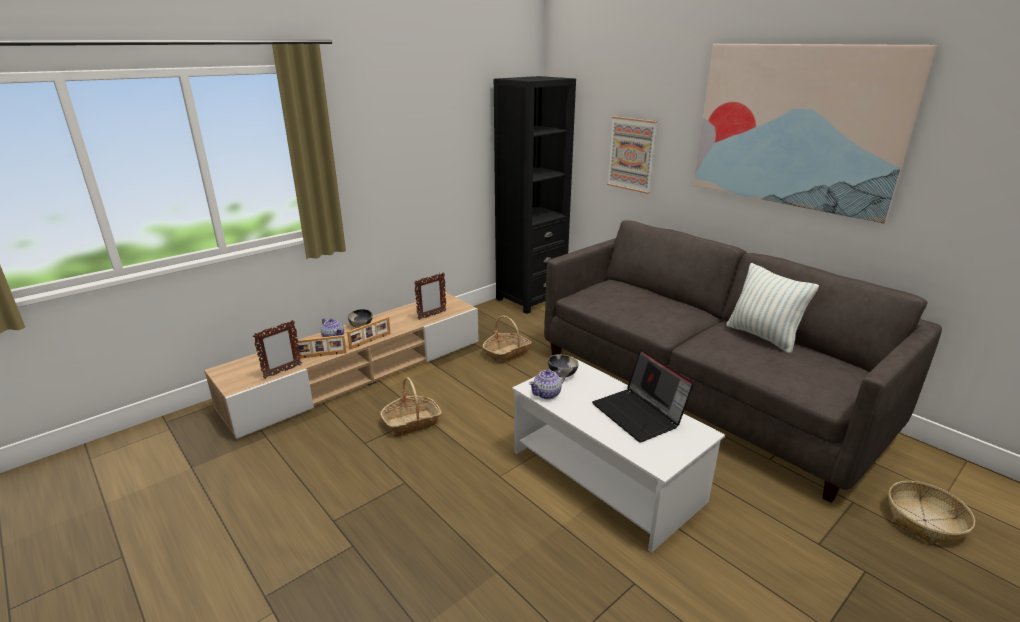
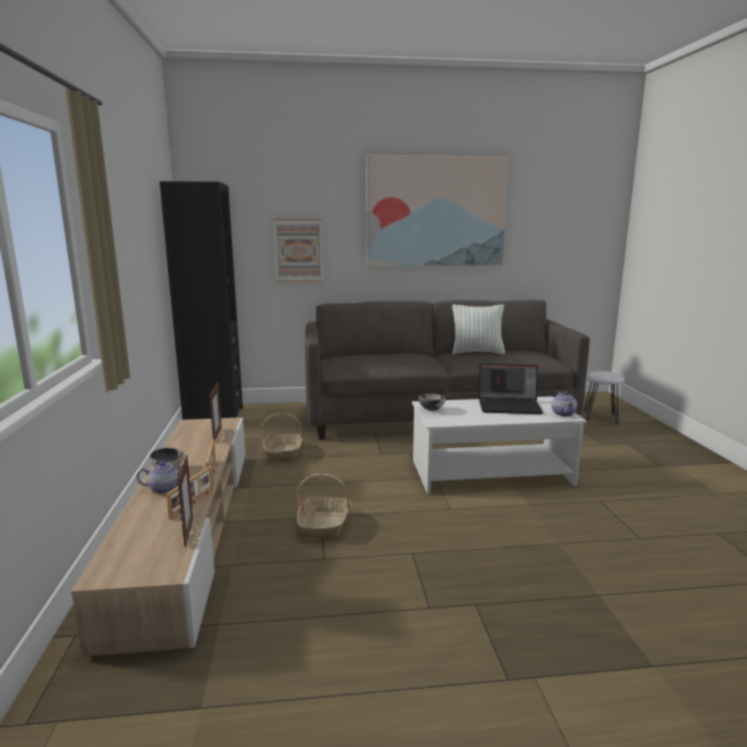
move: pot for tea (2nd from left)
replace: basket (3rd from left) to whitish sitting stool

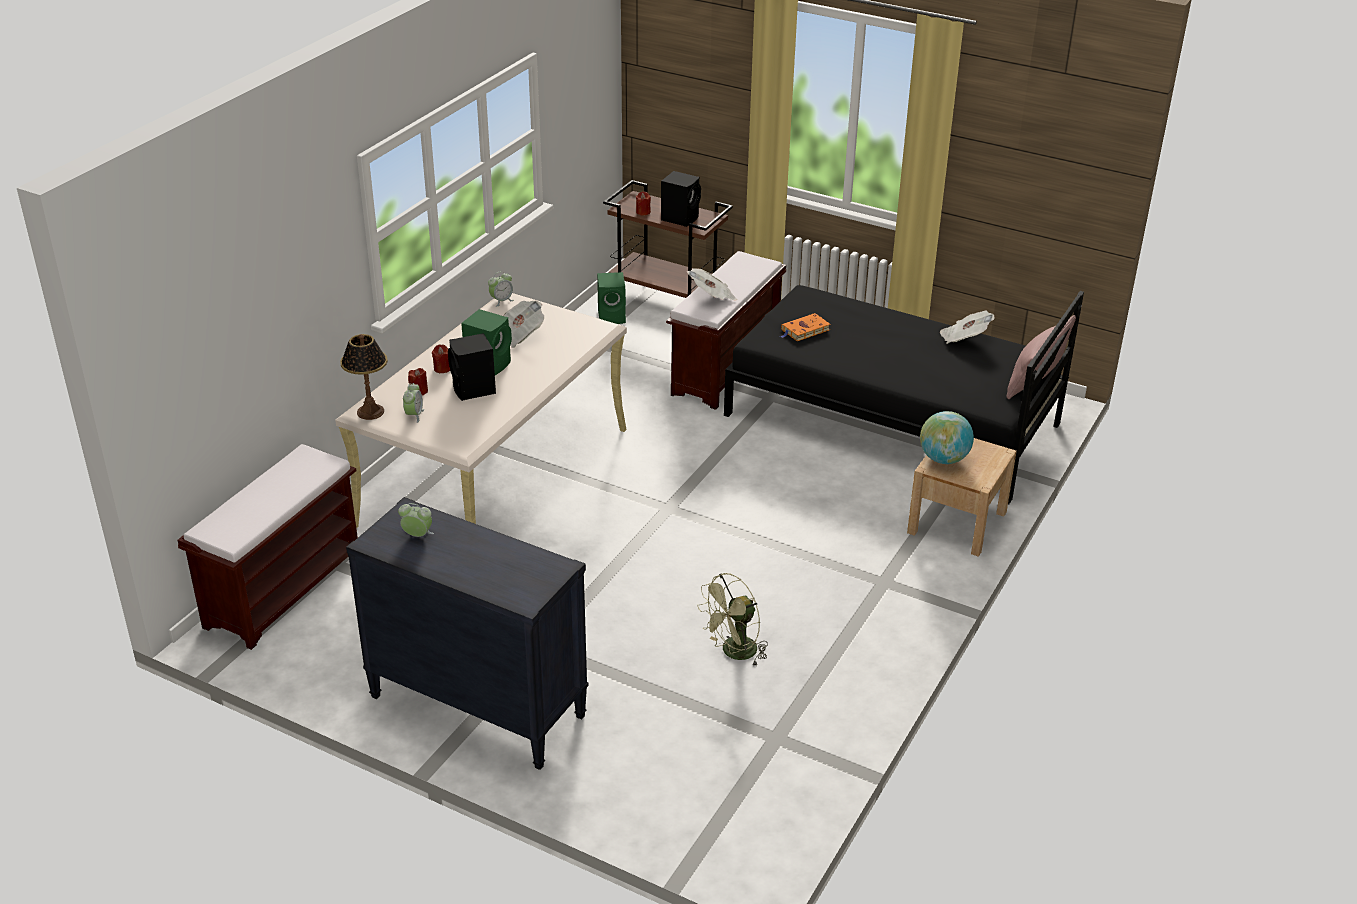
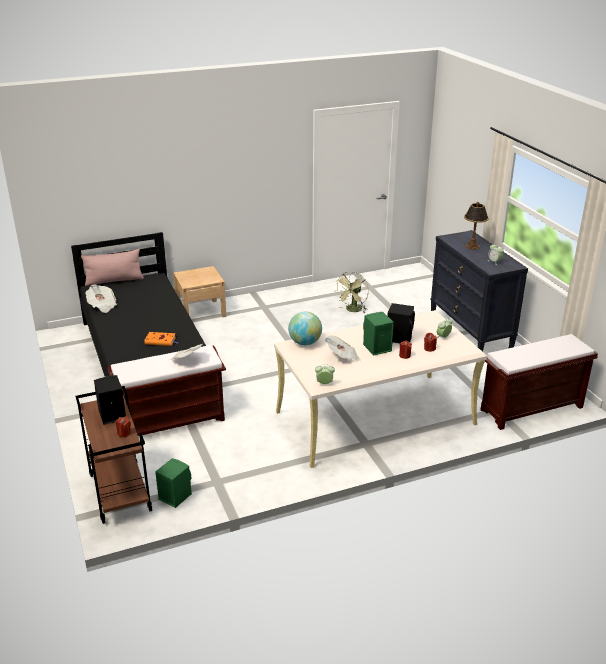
move: desk globe; table lamp
rotate: green electric fan 120 degrees clockwise

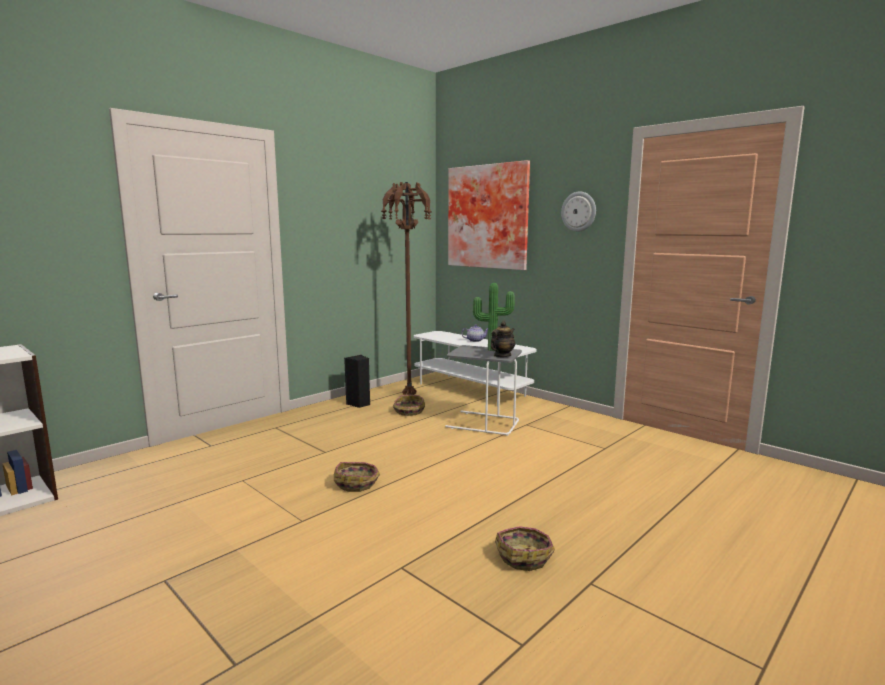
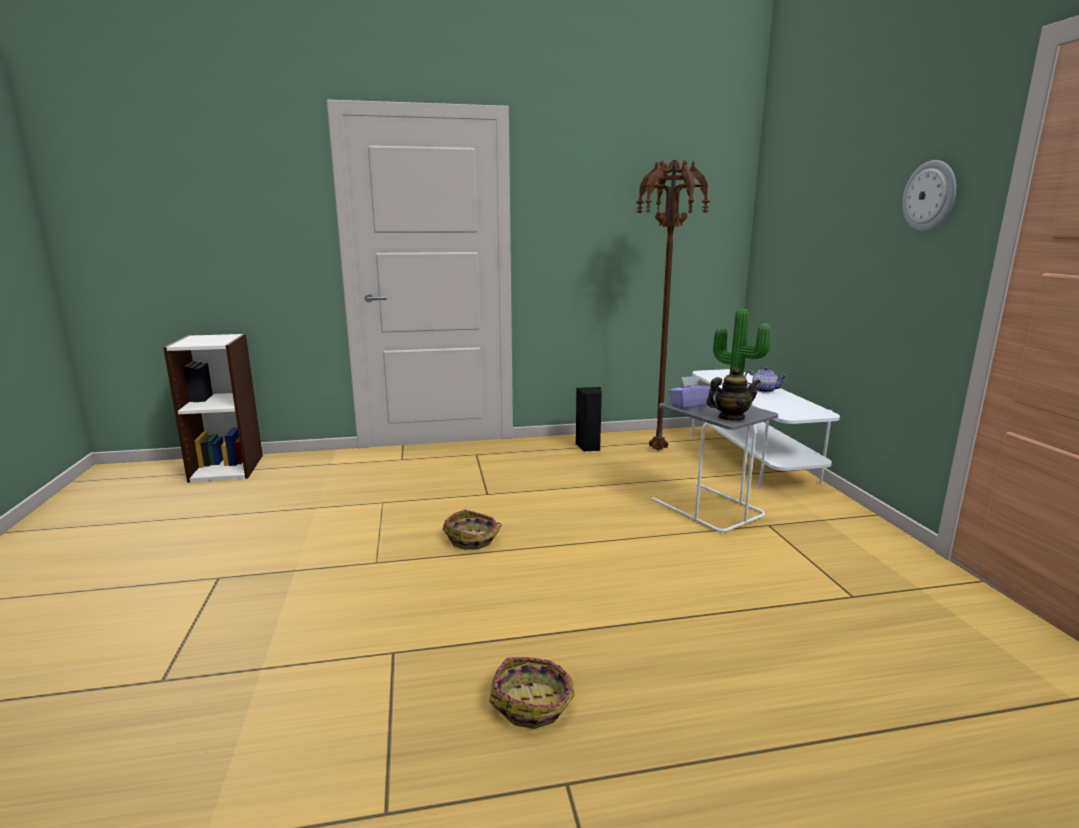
delete: basket (2nd from left); wall picture
insert: purple box of tissues

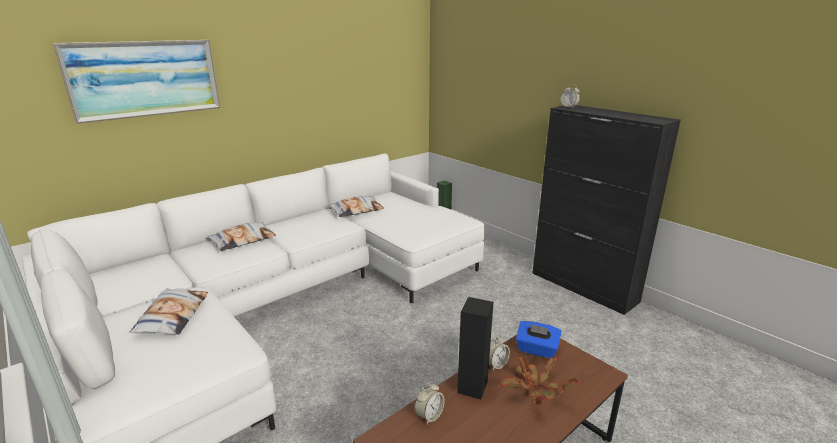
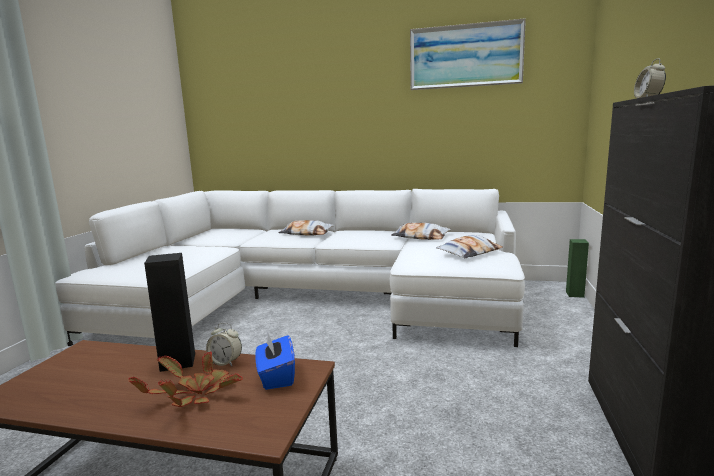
delete: table clock (1st from left)
move: wall picture; throw pillow (1st from left in the first image) to throw pillow (3rd from left)

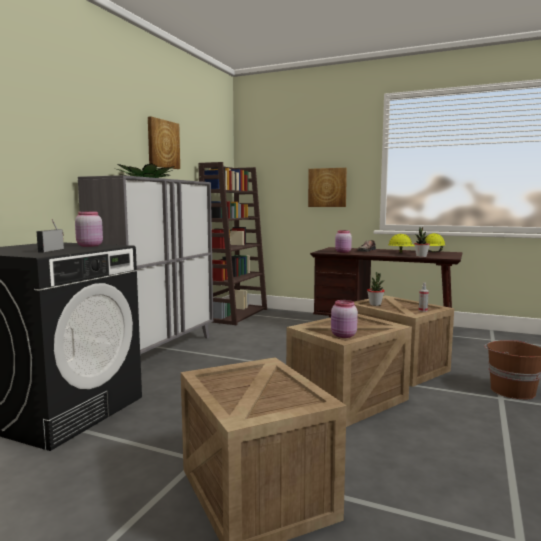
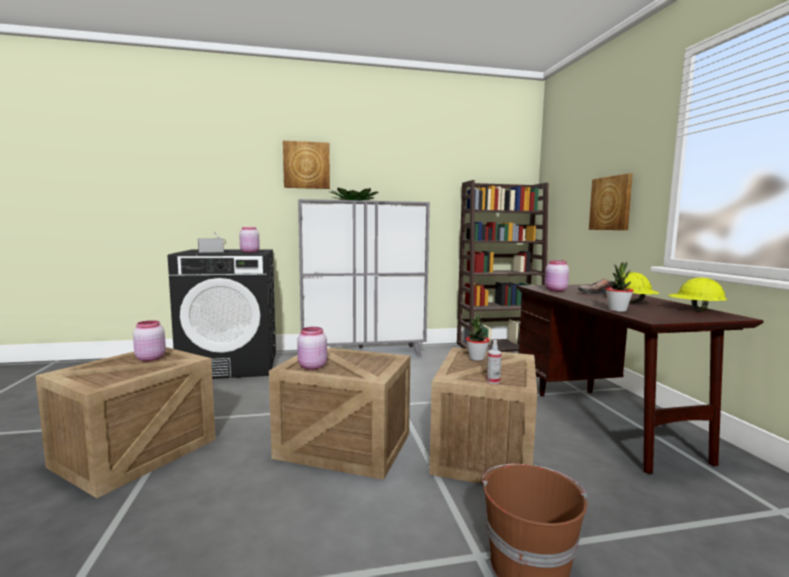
insert: pinkish preserve jar (1st from left)
move: wall picture (1st from left)

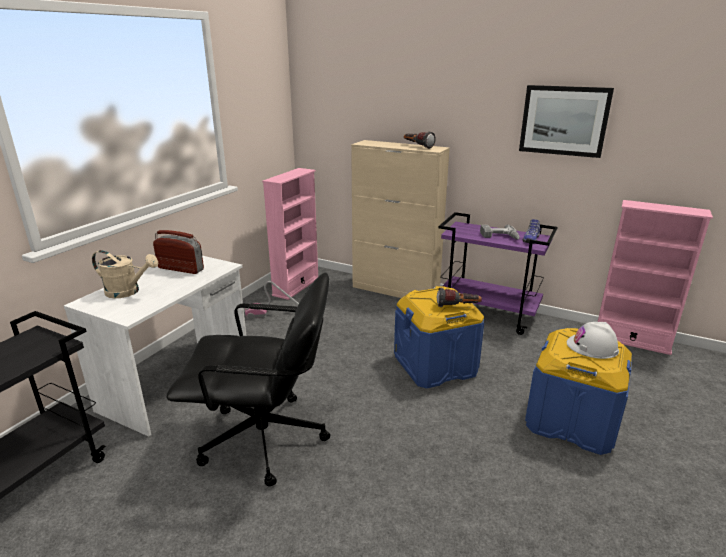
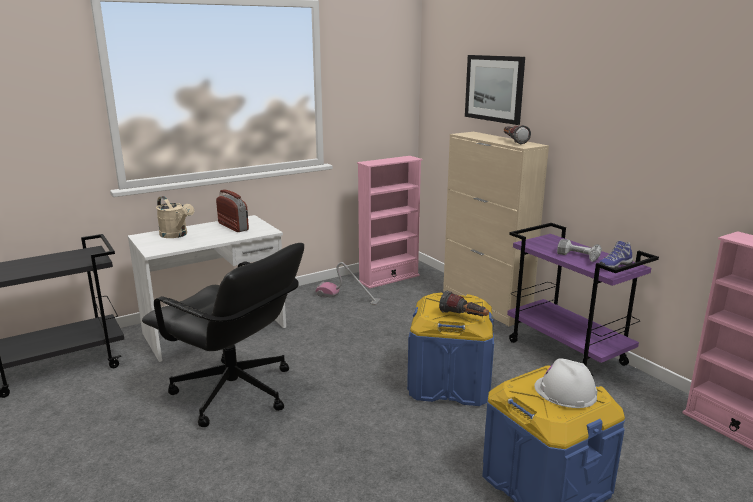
move: wall picture

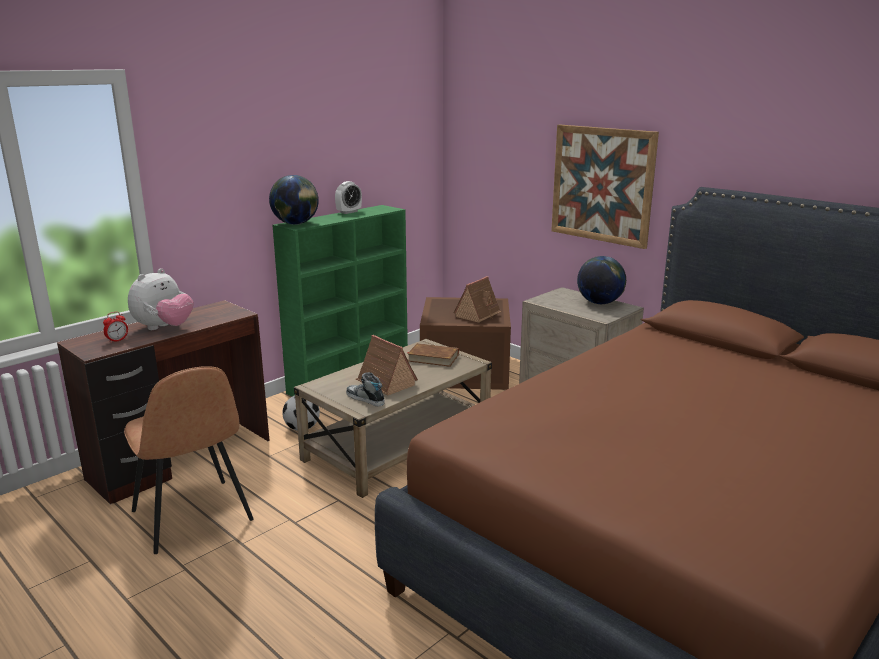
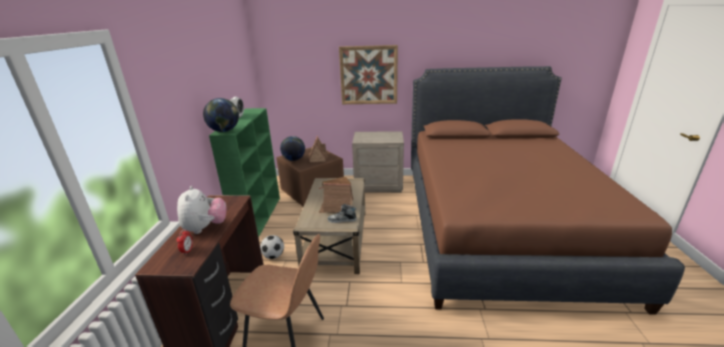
move: desk globe (2nd from left)

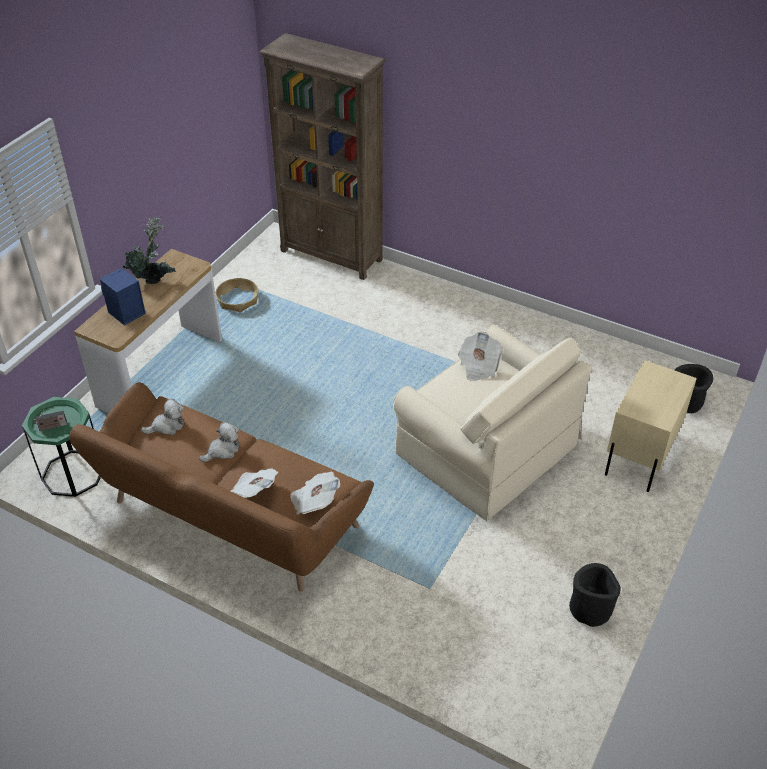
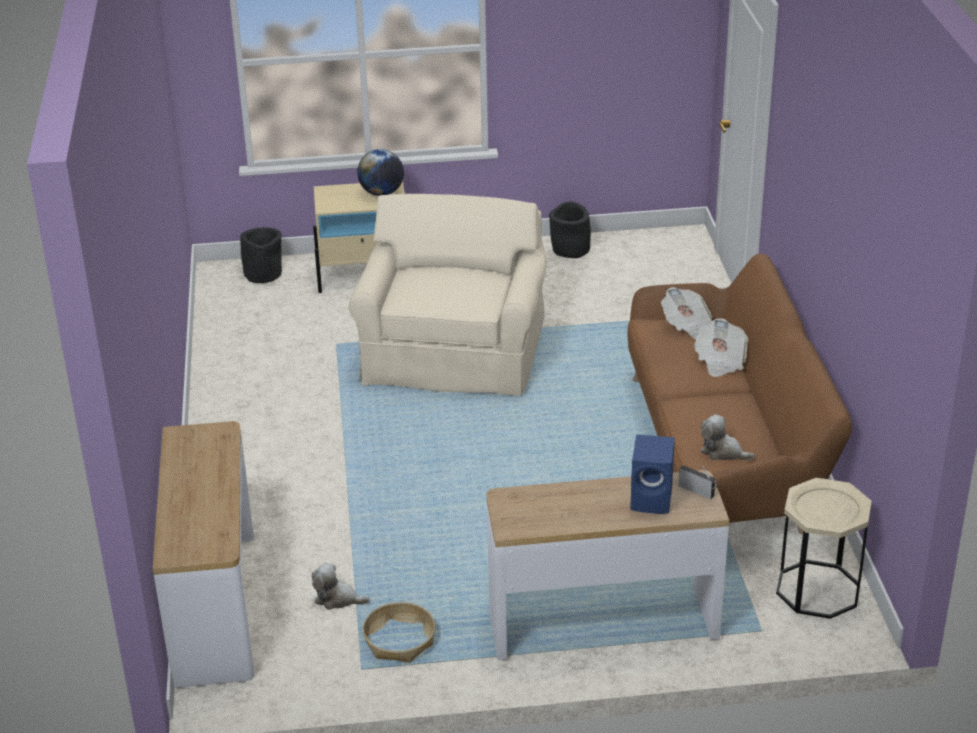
delete: houseplant; daily paper (3rd from left)
insert: desk globe
move: plush toy (2nd from left in the first image) to plush toy (1st from left); radio
replace: brown-coloured shelving unit to hall table (1st from left)
recolor: green accent table to beige-coloured accent table

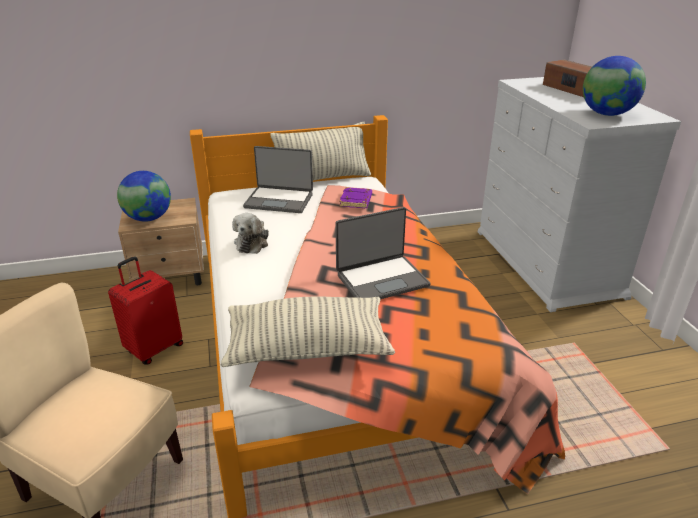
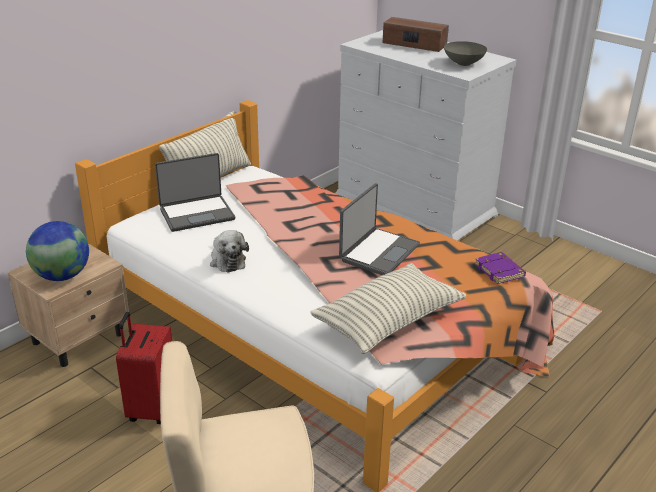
move: purple bound book
replace: desk globe (2nd from left) to gray serving bowl

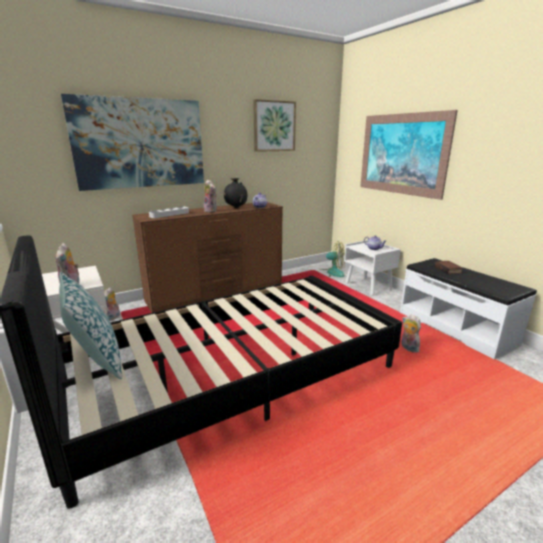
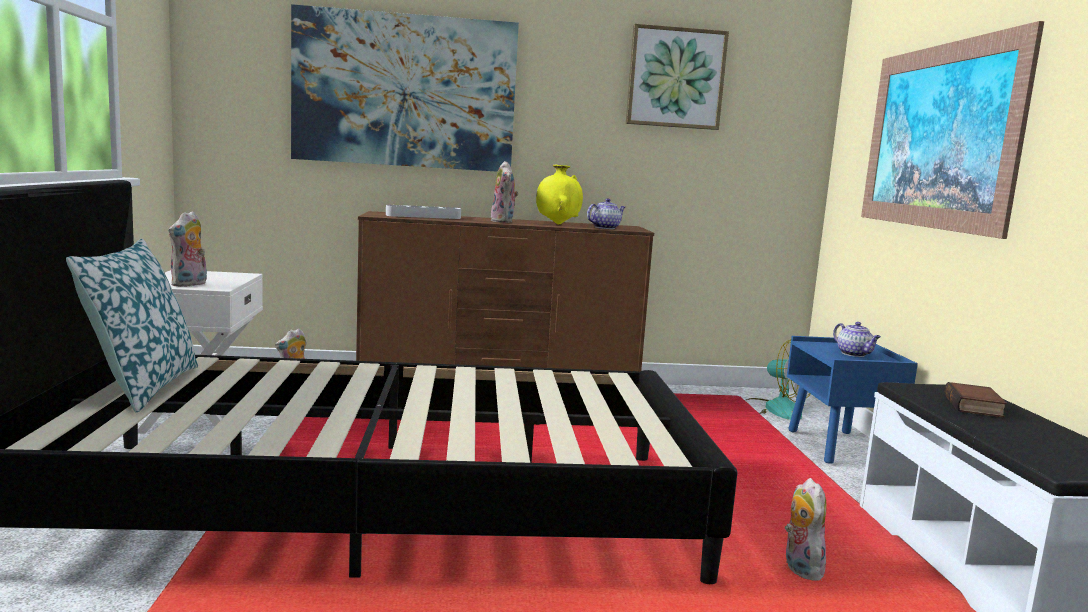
recolor: black-coloured decorative vase to yellow decorative vase; whitish bedside table (2nd from left) to blue-coloured bedside table

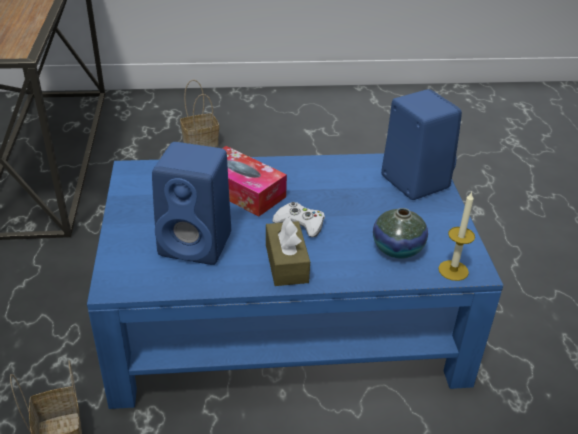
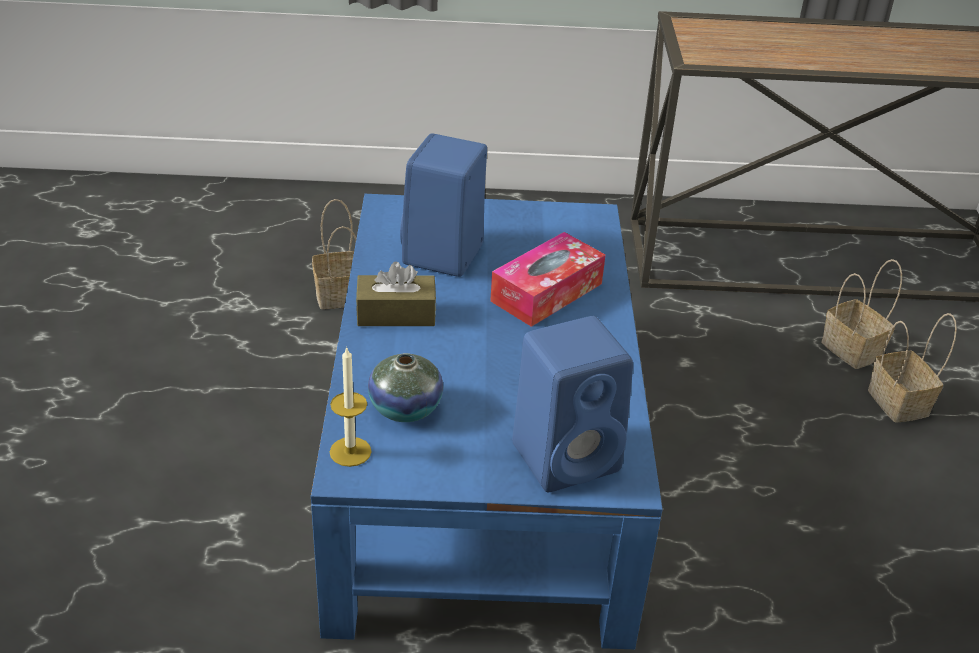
delete: whitish game controller
insert: basket (2nd from left)

